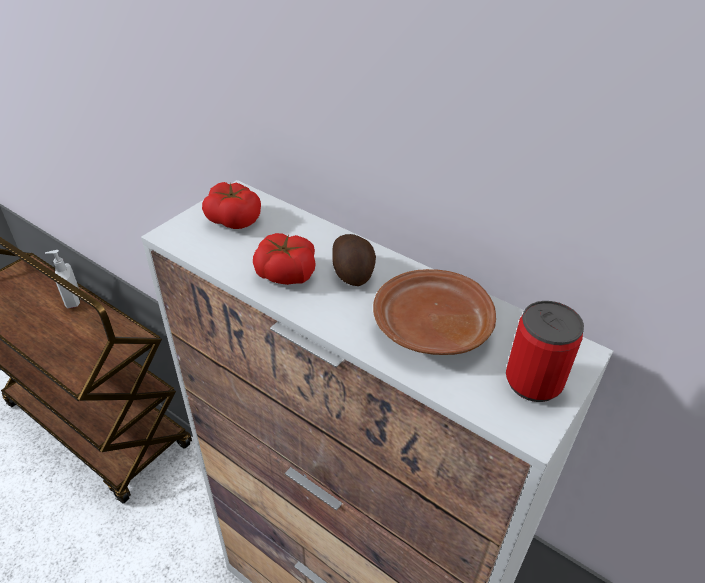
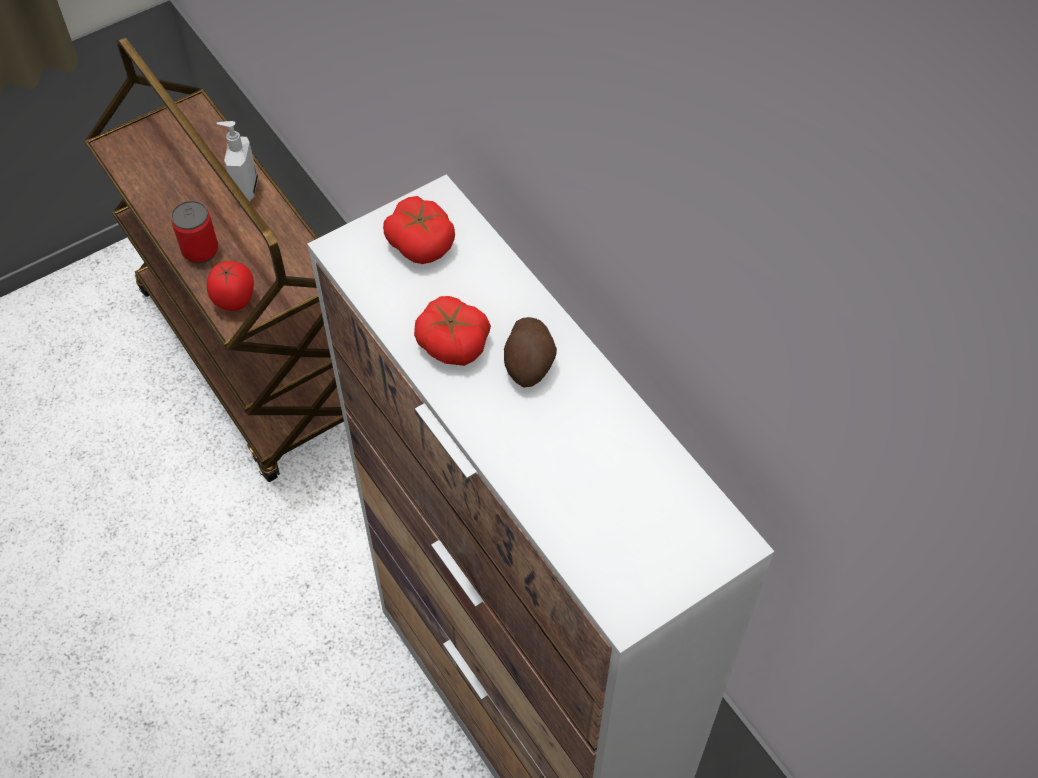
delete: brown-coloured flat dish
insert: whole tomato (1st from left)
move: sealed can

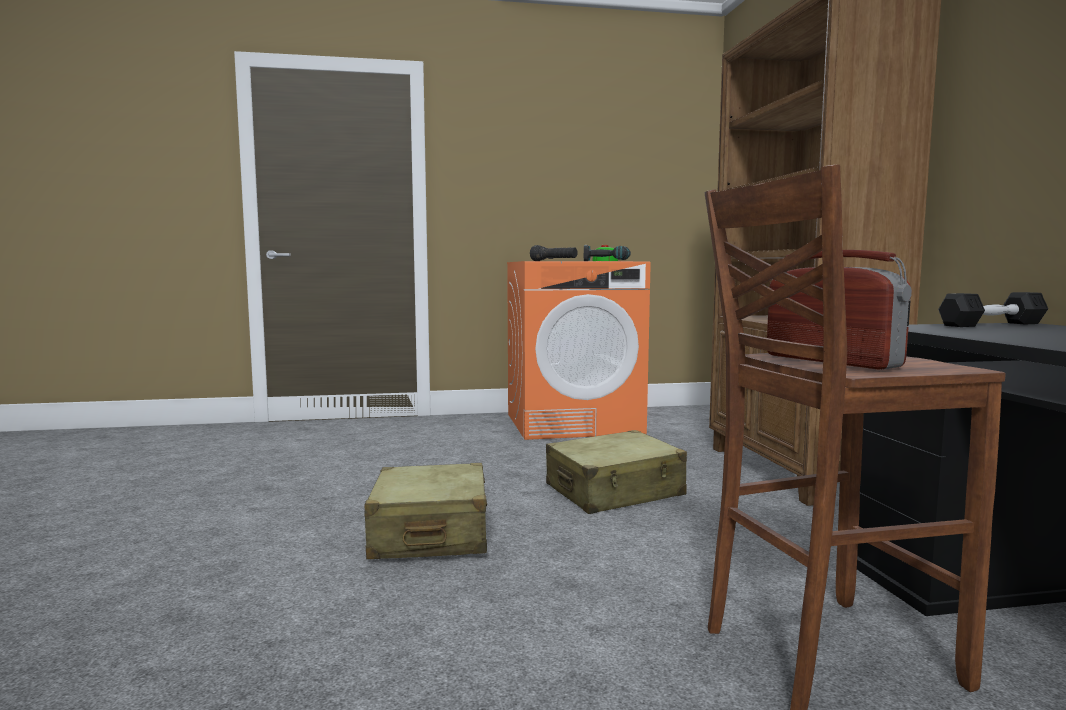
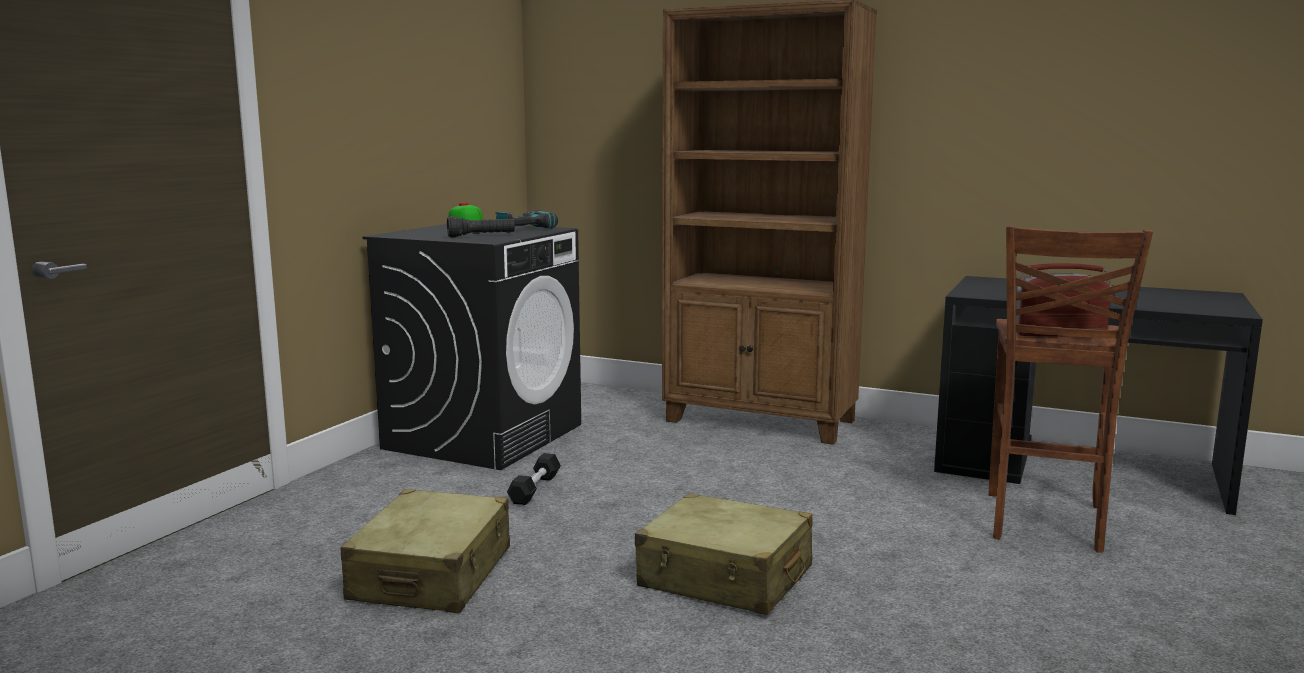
move: beige-coloured suitcase (2nd from left in the first image) to beige-coloured suitcase (1st from left); black-coloured dumbbell
recolor: orange laundry machine to black-coloured laundry machine

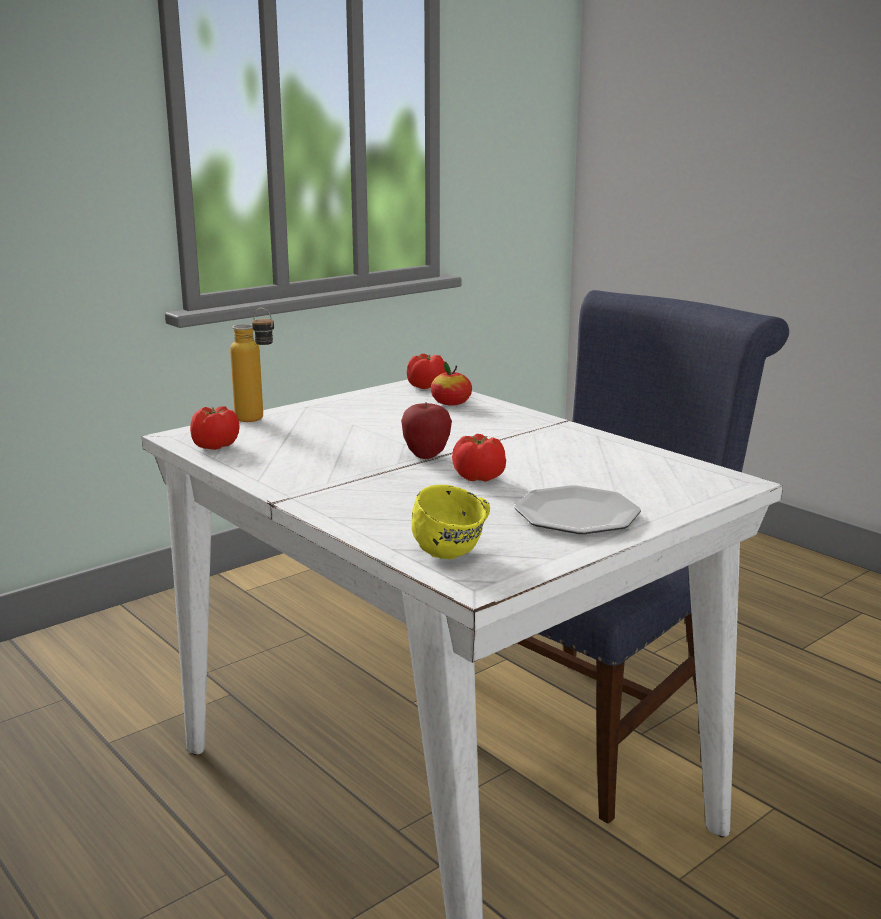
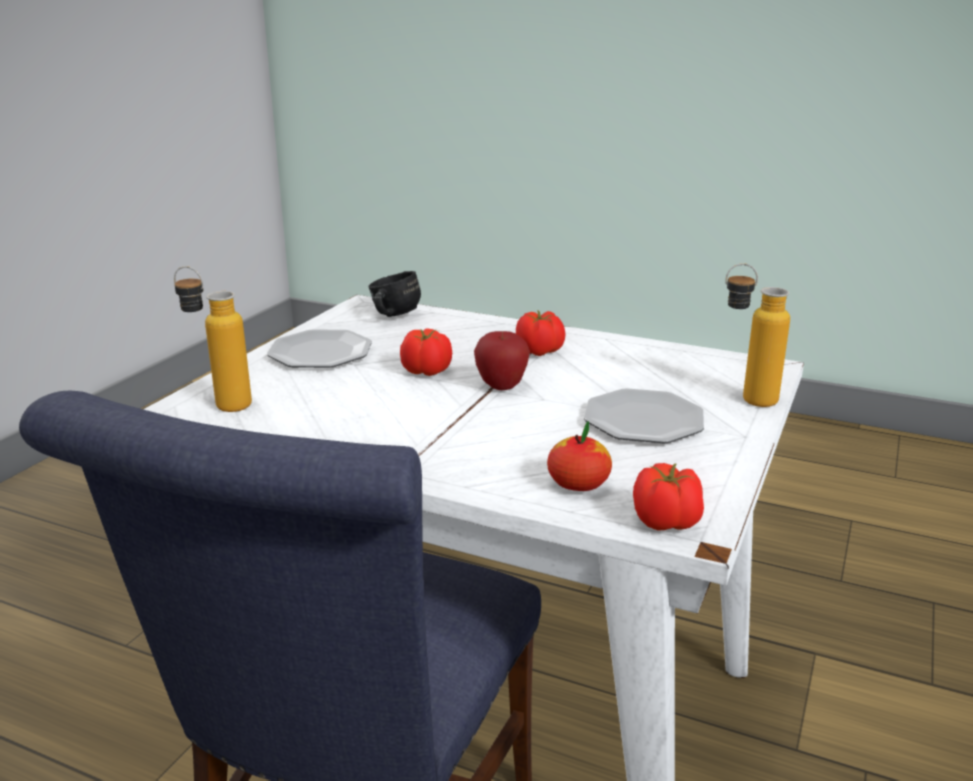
insert: beverage bottle (1st from left); flat dish (2nd from left)
move: whole tomato (1st from left in the first image) to whole tomato (2nd from left)
recolor: yellow mug to black-coloured mug

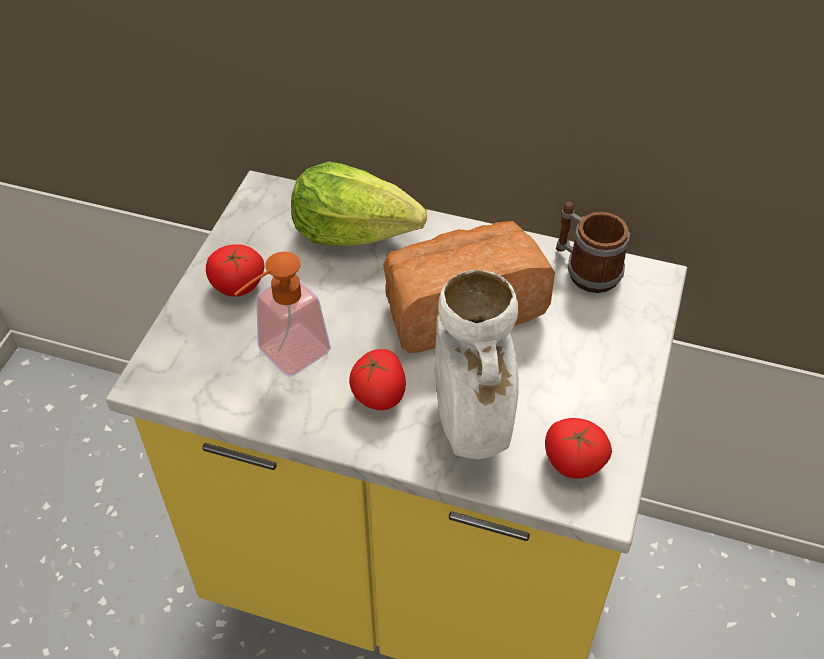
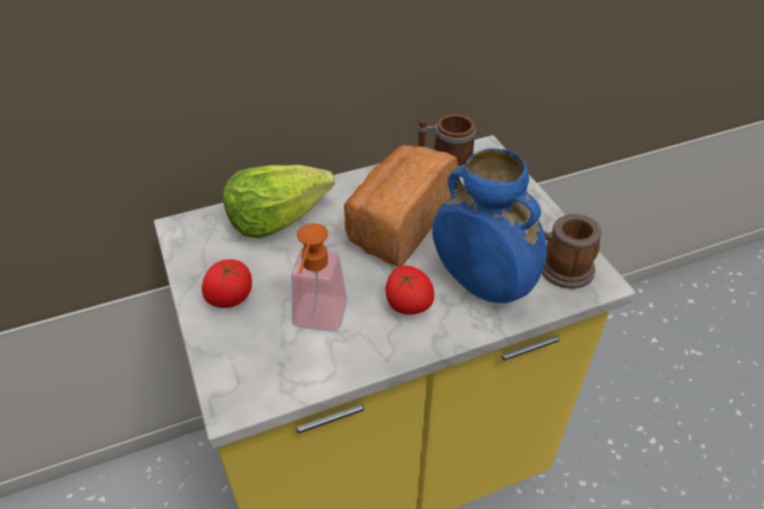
replace: whole tomato (3rd from left) to mug (2nd from left)
recolor: whitish decorative vase to blue-coloured decorative vase

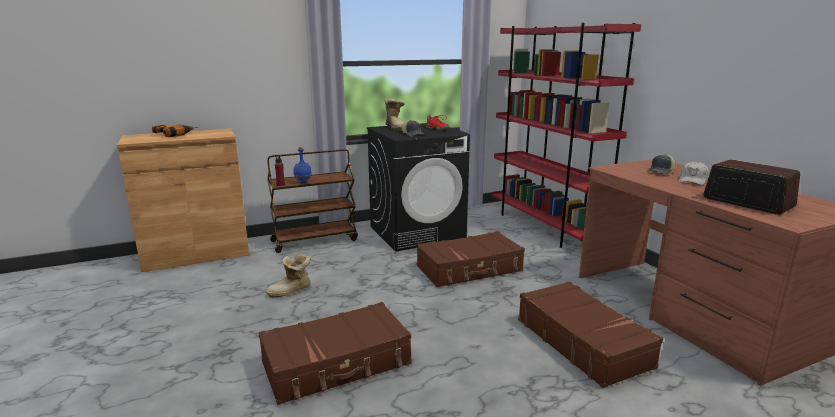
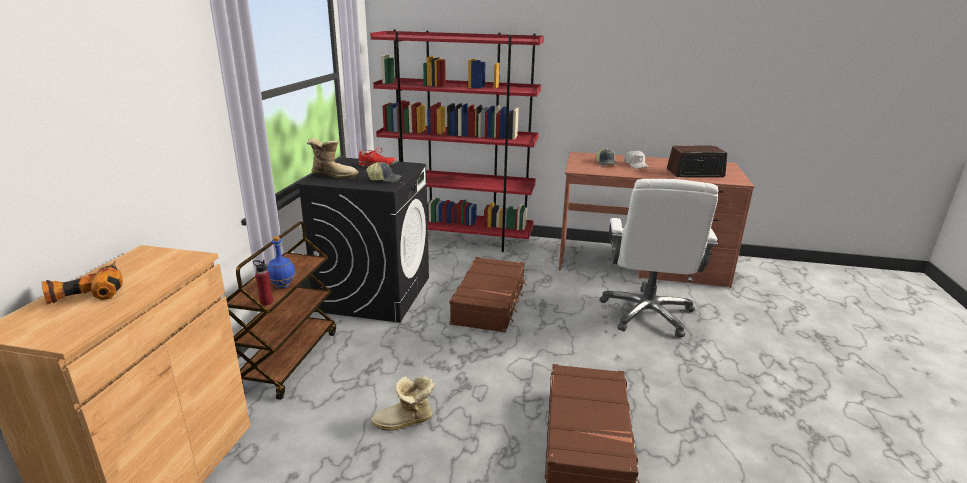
replace: brown-coloured suitcase (3rd from left) to whitish computer chair
rotate: boot (1st from left in the first image) 75 degrees clockwise

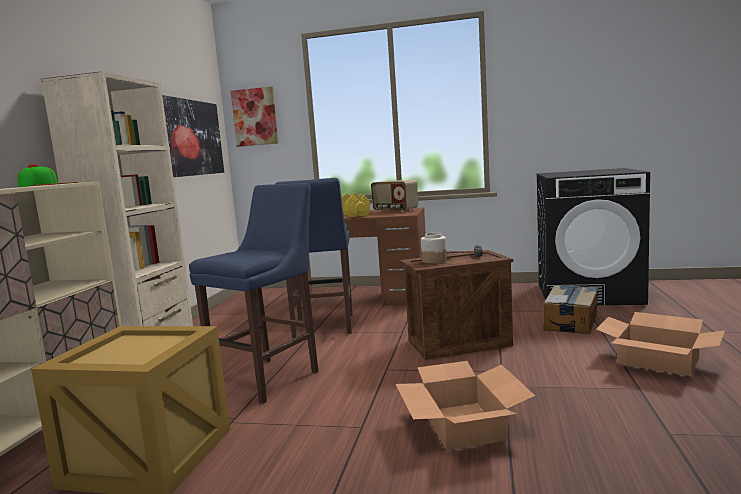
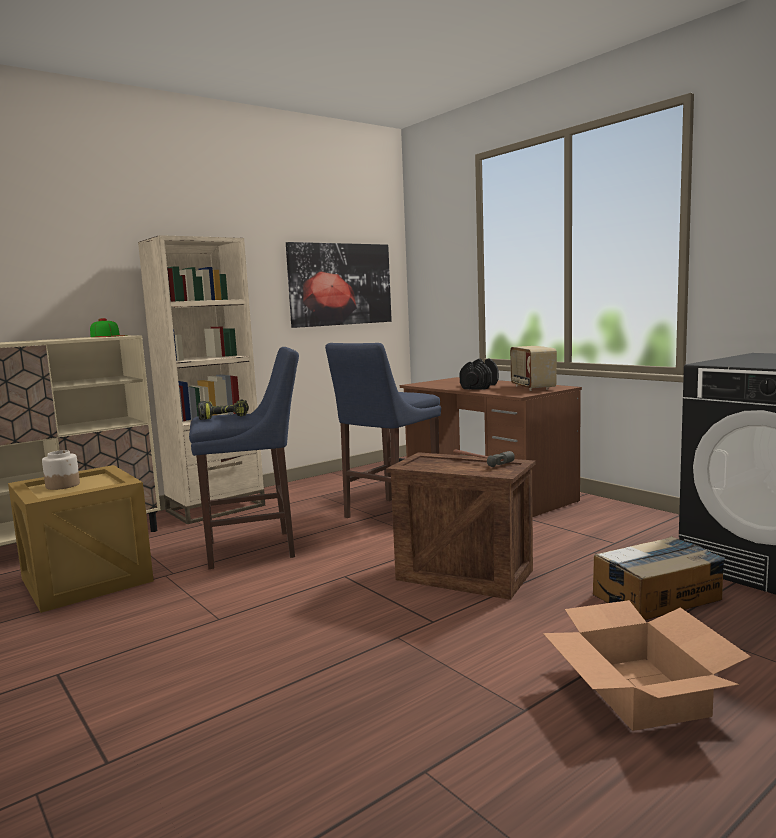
delete: wall picture (2nd from left); cardboard box (1st from left)
insert: drill
move: preserve jar
recolor: yellow dumbbell to black-coloured dumbbell

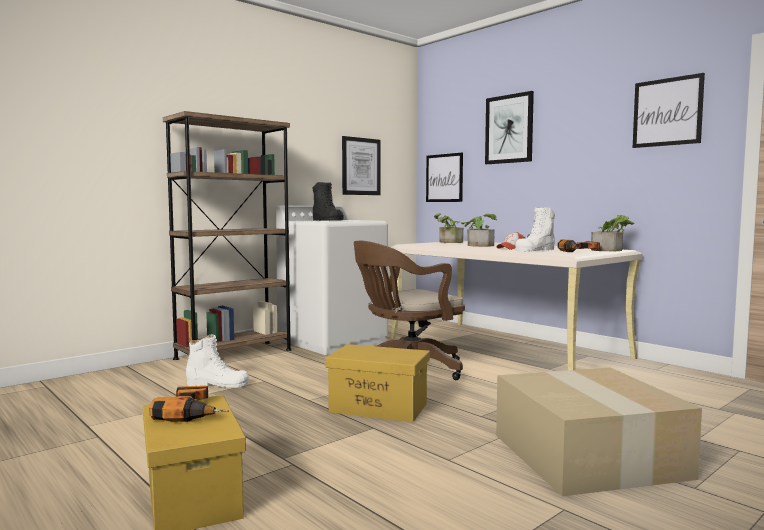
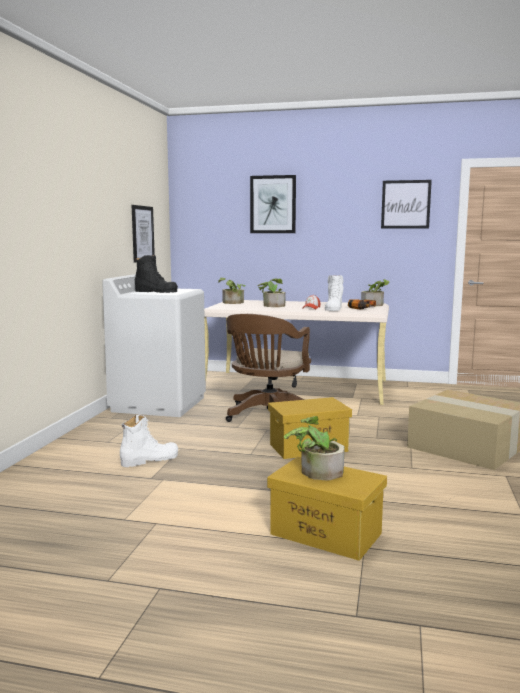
delete: brown-coloured shelving unit; wall picture (2nd from left)
replace: drill (1st from left) to houseplant (3rd from left)

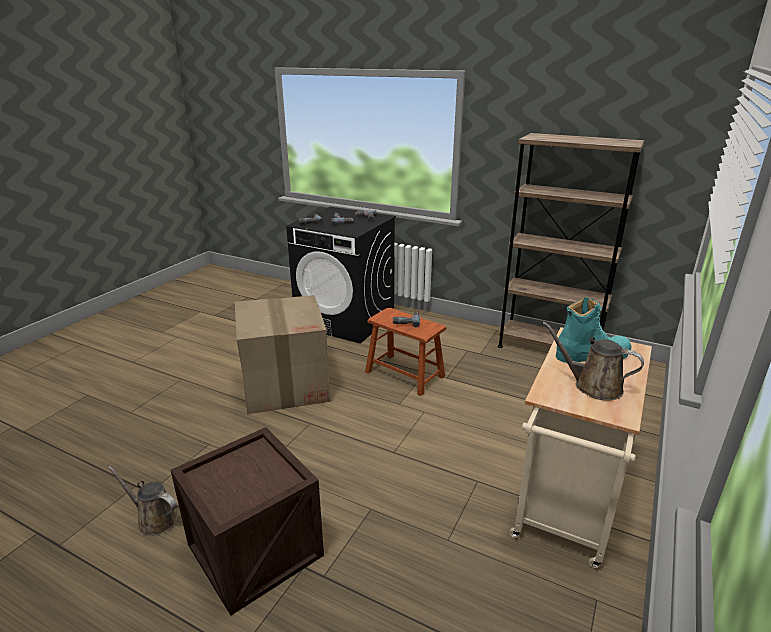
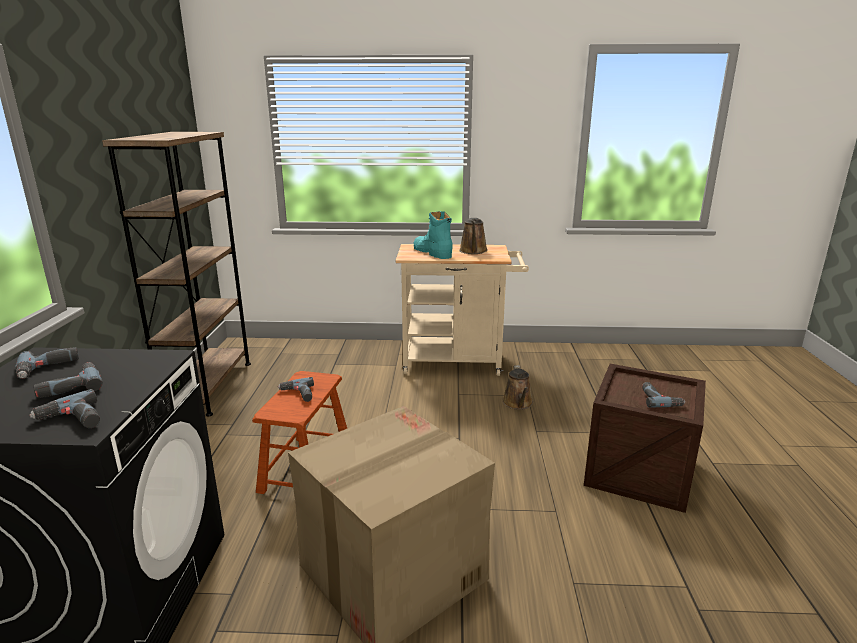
insert: drill (5th from left)
move: brown-coloured sprinkling can (1st from left in the first image) to brown-coloured sprinkling can (2nd from left)

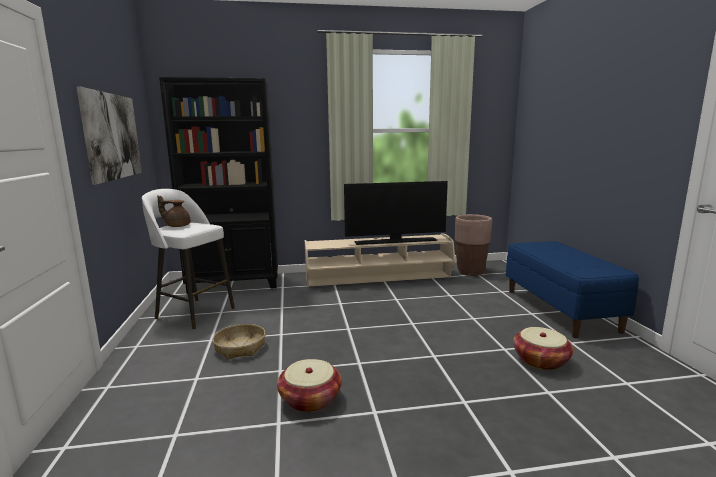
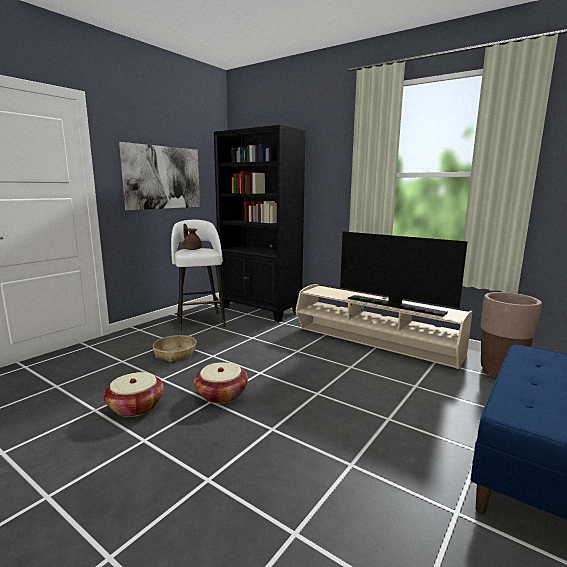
move: basket (3rd from left)

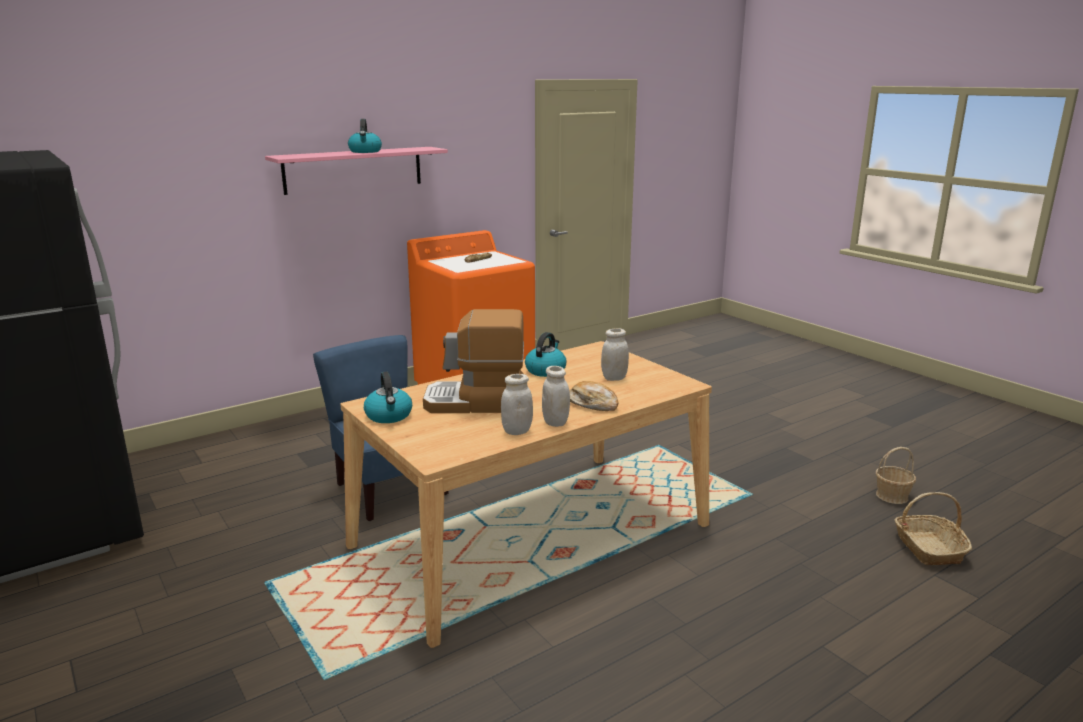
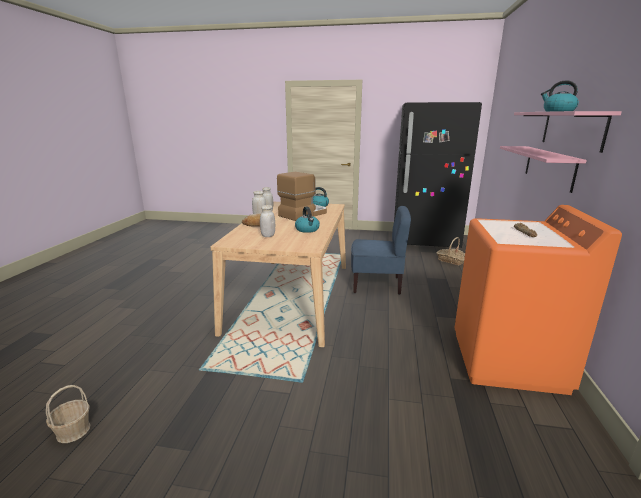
insert: pinkish bracket shelf (1st from left)
move: basket (2nd from left)

